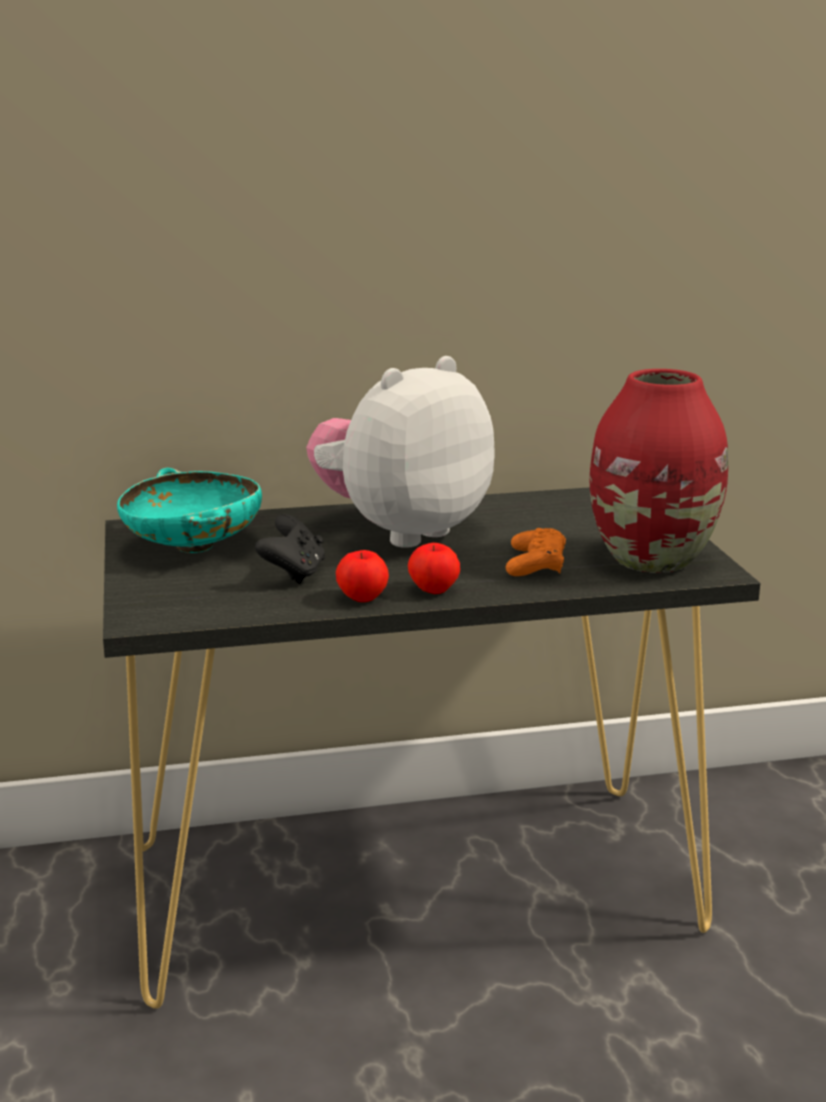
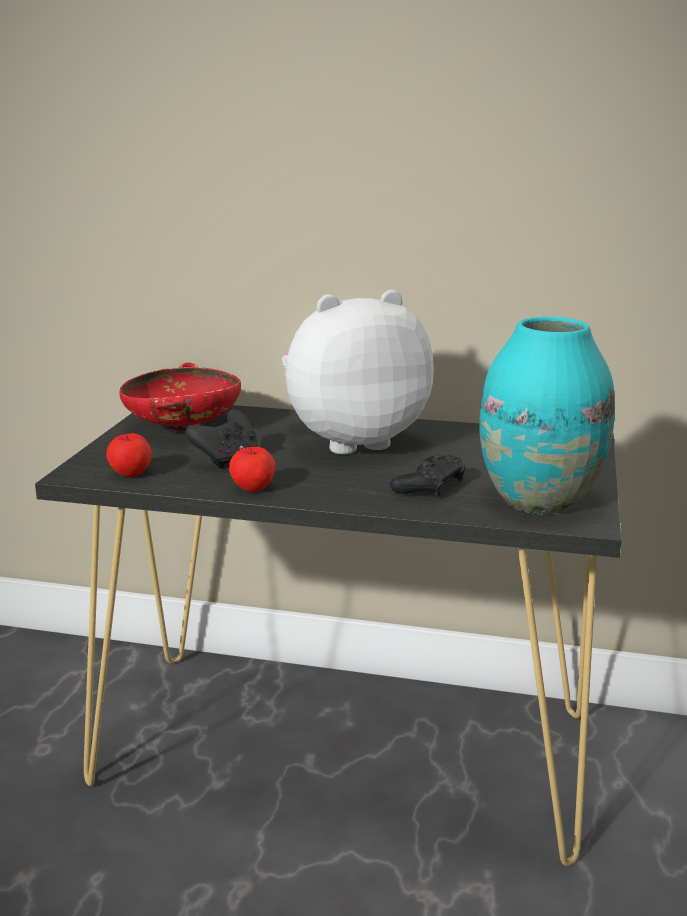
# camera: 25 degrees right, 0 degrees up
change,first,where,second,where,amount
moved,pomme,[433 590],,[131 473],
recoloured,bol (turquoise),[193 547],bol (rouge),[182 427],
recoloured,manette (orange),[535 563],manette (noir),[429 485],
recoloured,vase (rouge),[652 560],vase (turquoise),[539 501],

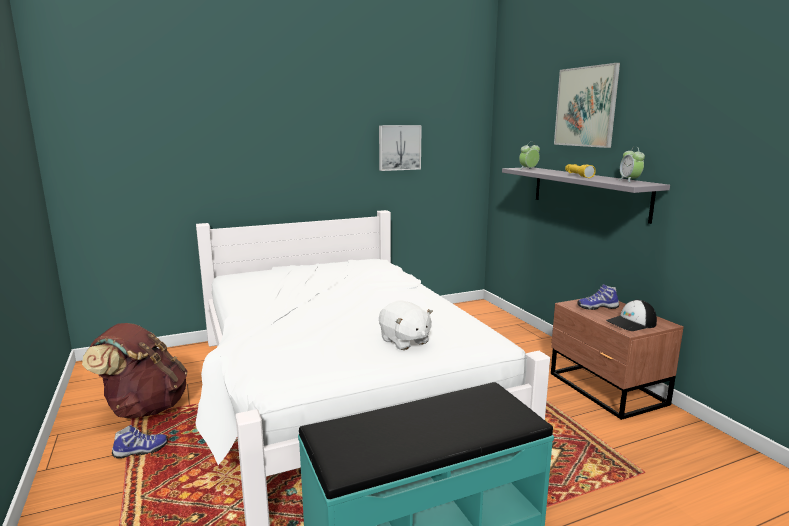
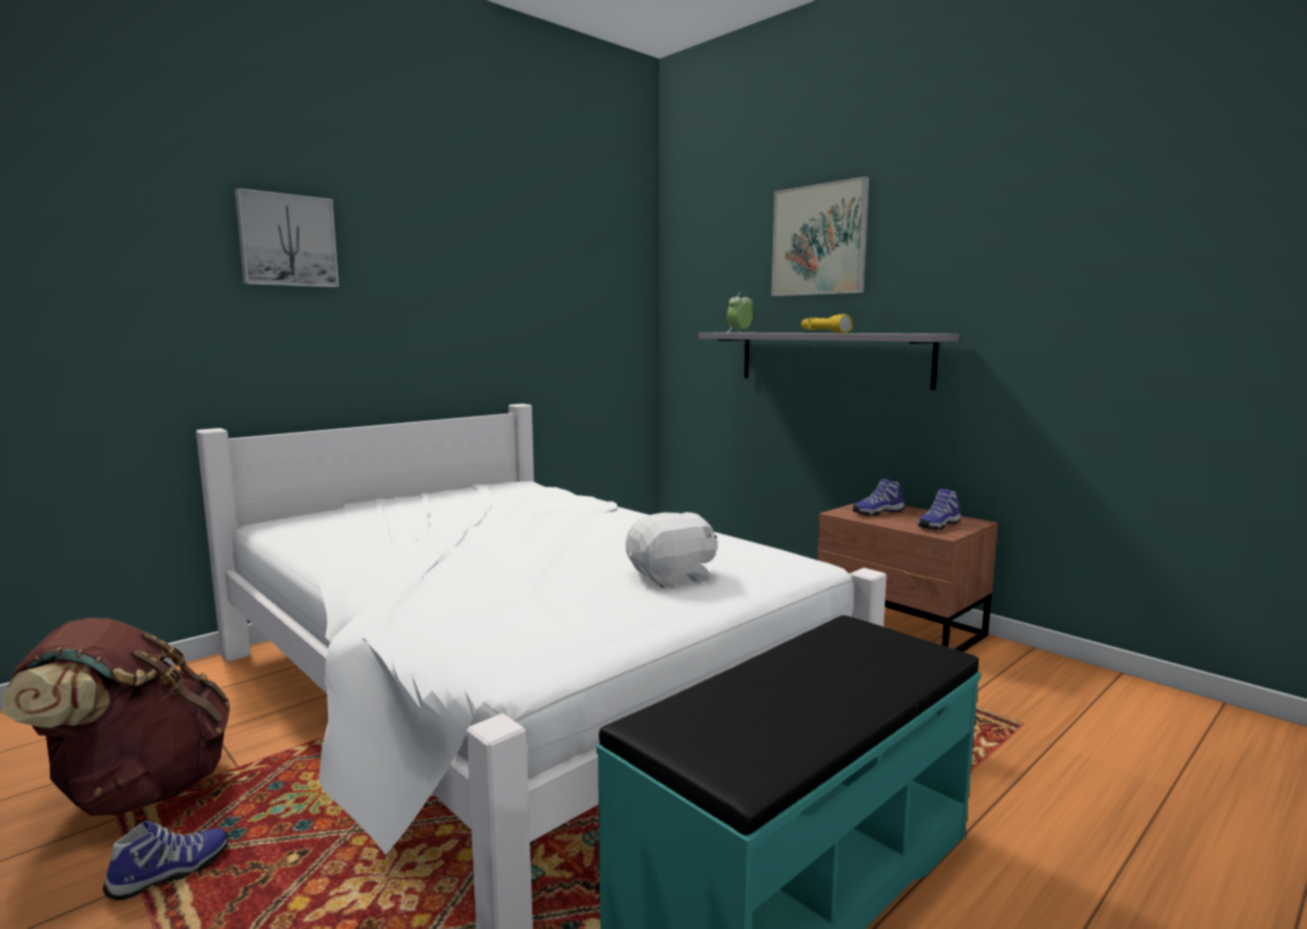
# camera: 20 degrees left, 5 degrees down
change,first,where,second,where,amount
removed,réveil,[629 181],,,
moved,tableau,[399 147],,[287 241],
replaced,casquette,[631 323],chaussure,[937 525],
turned,peluche (blanc),[404 341],,[672 577],60 degrees counterclockwise

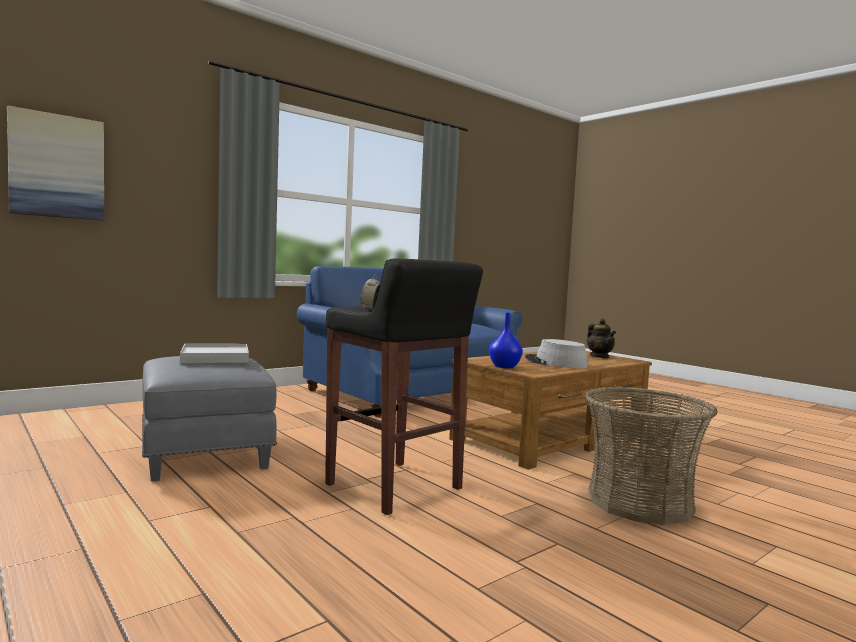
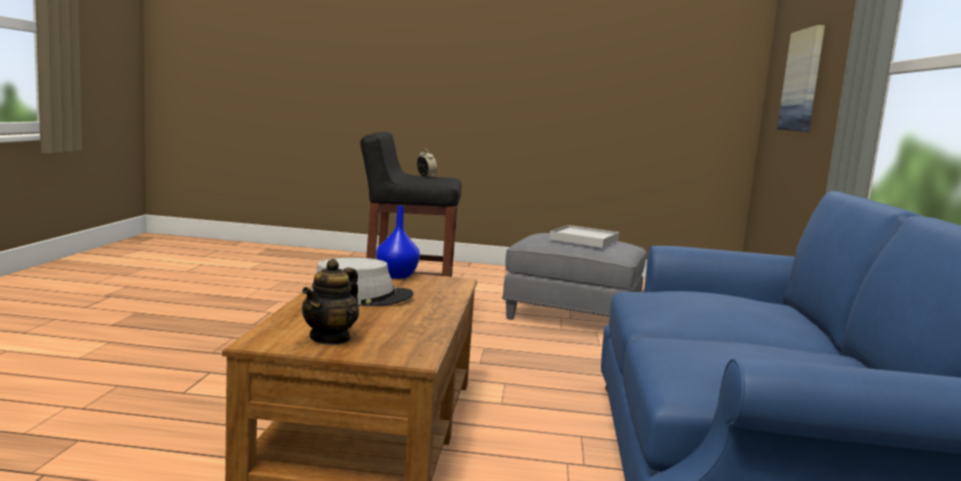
# camera: 135 degrees right, 5 degrees up
change,first,where,second,where,amount
removed,panier,[639 502],,,
turned,théière,[599 357],,[330 338],90 degrees counterclockwise

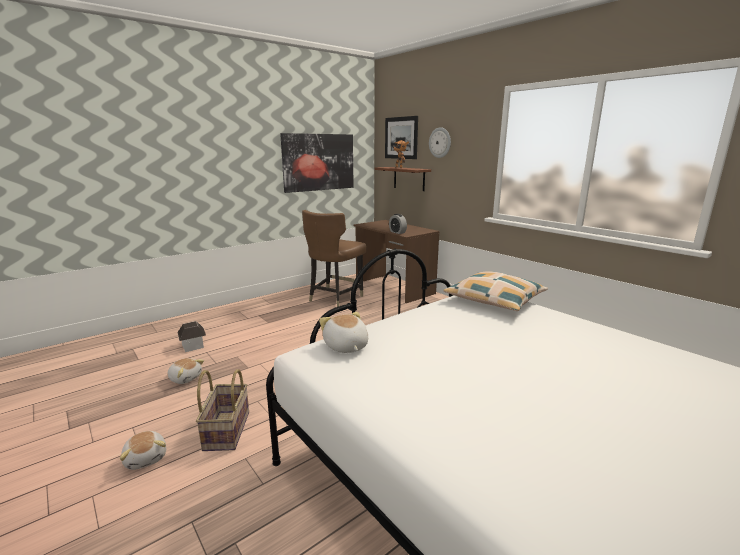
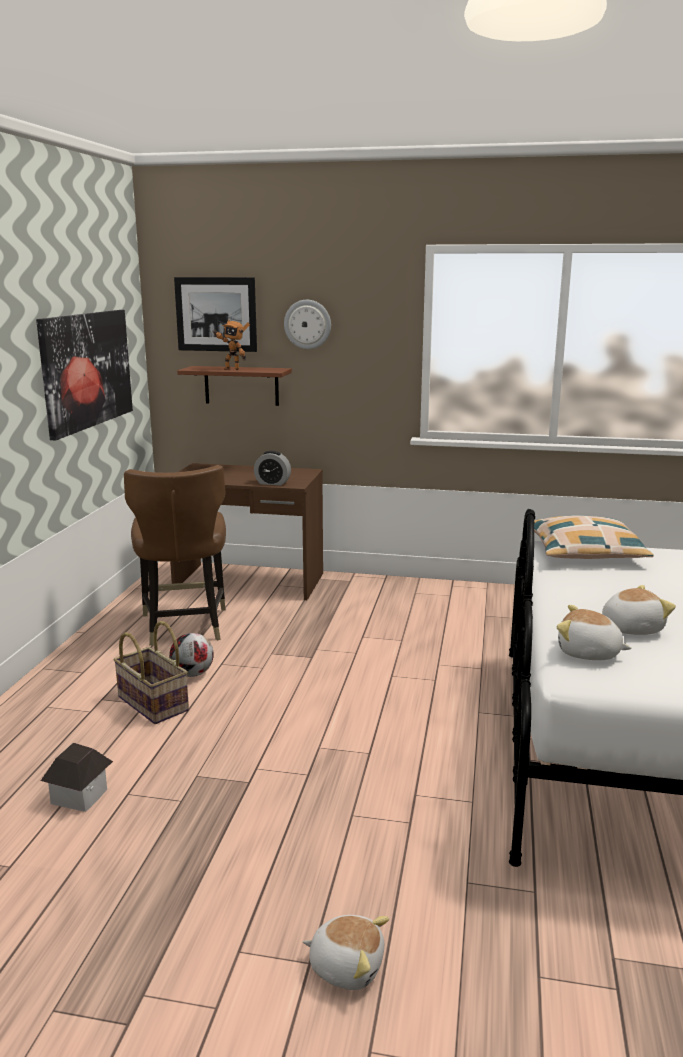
# camera: 40 degrees left, 0 degrees up
change,first,where,second,where,amount
added,,,ballon de foot,[192 674],
moved,peluche,[185 378],,[630 628],
moved,panier,[226 430],,[151 704],

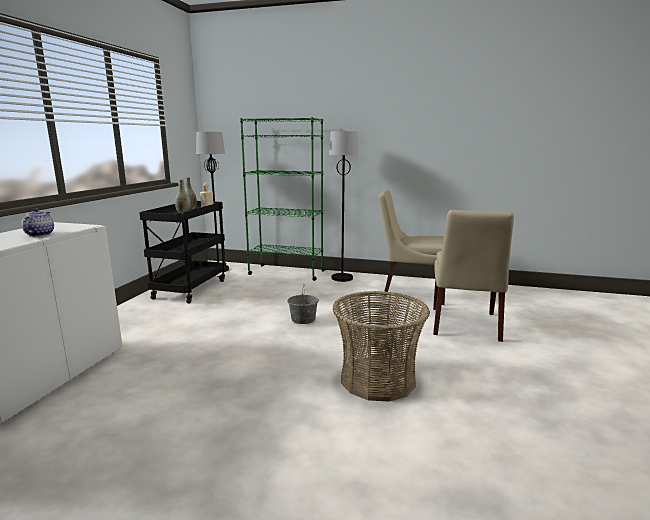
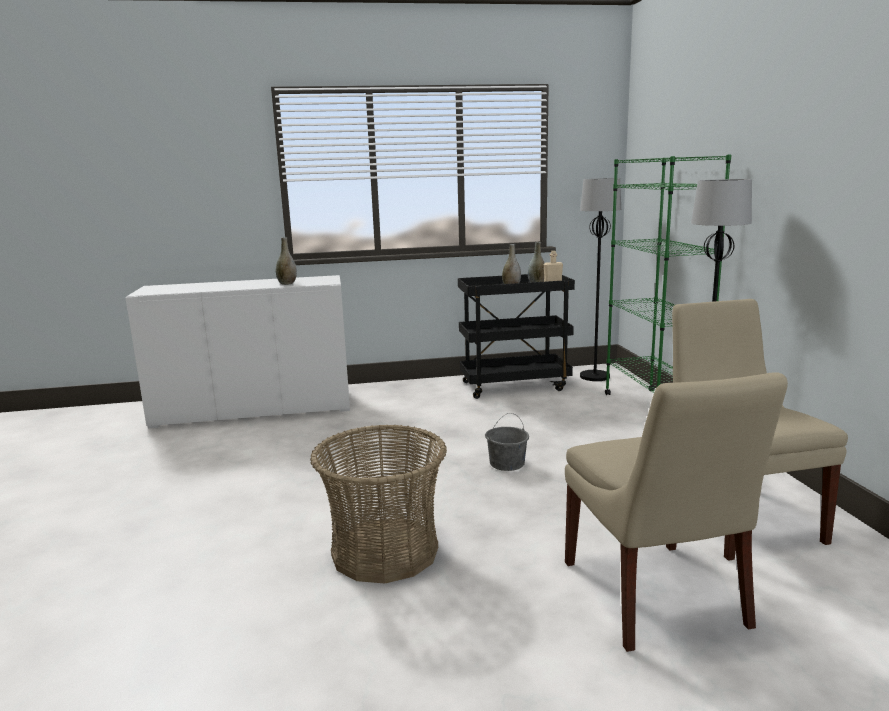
# camera: 65 degrees right, 0 degrees up
change,first,where,second,where,amount
replaced,théière,[39 234],vase (gris),[287 283],
turned,chaise (beige),[464 325],,[655 597],90 degrees counterclockwise

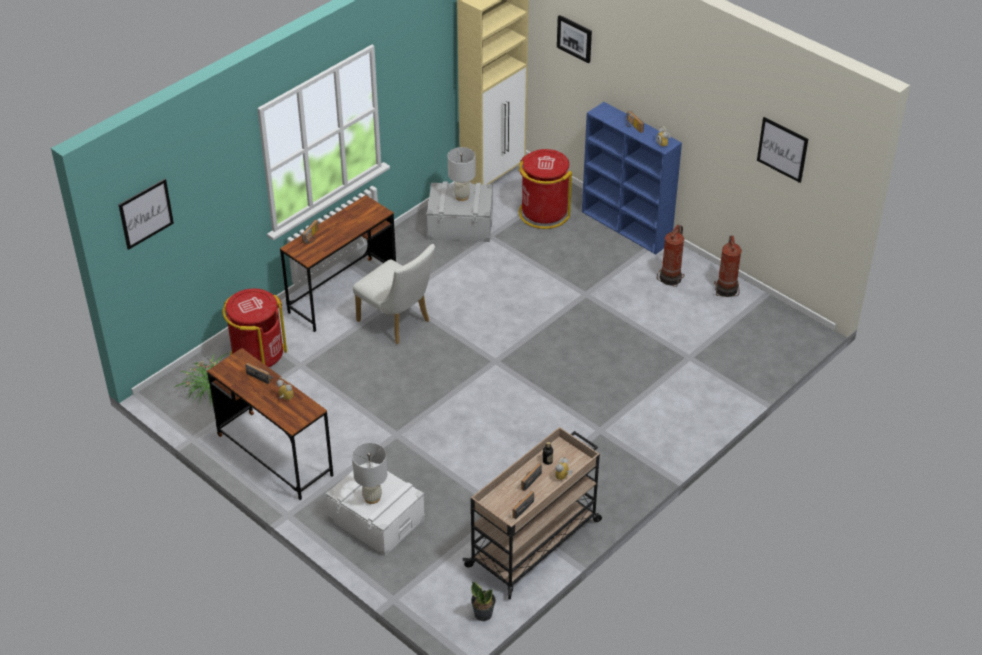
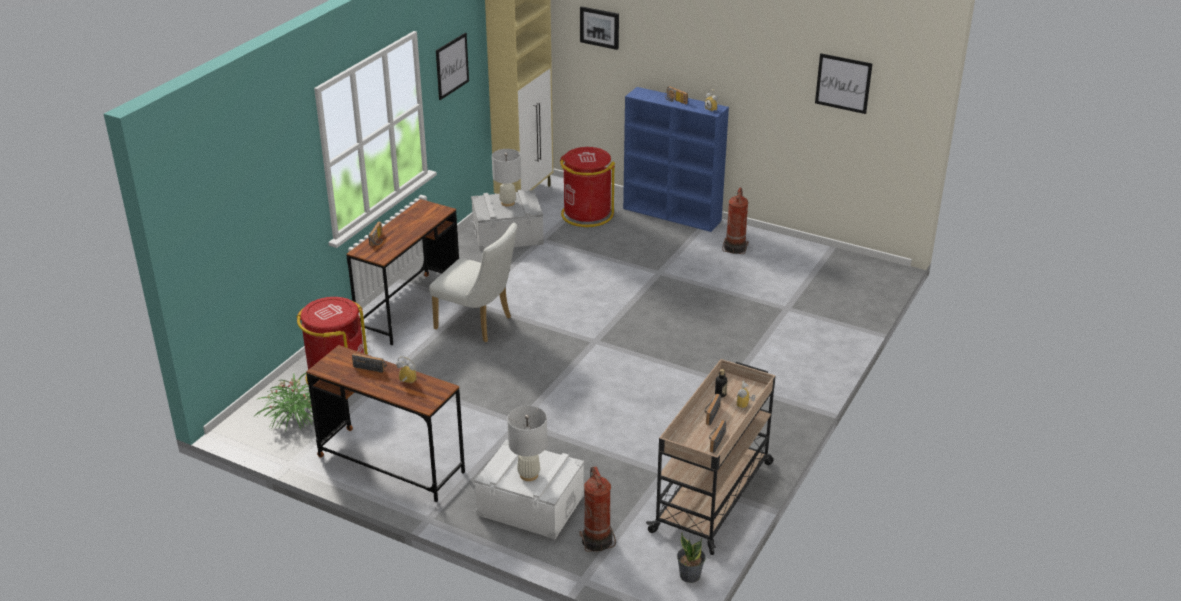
# camera: 15 degrees left, 10 degrees down
change,first,where,second,where,amount
moved,tableau,[146 213],,[452 66],
moved,extincteur,[726 289],,[597 540],

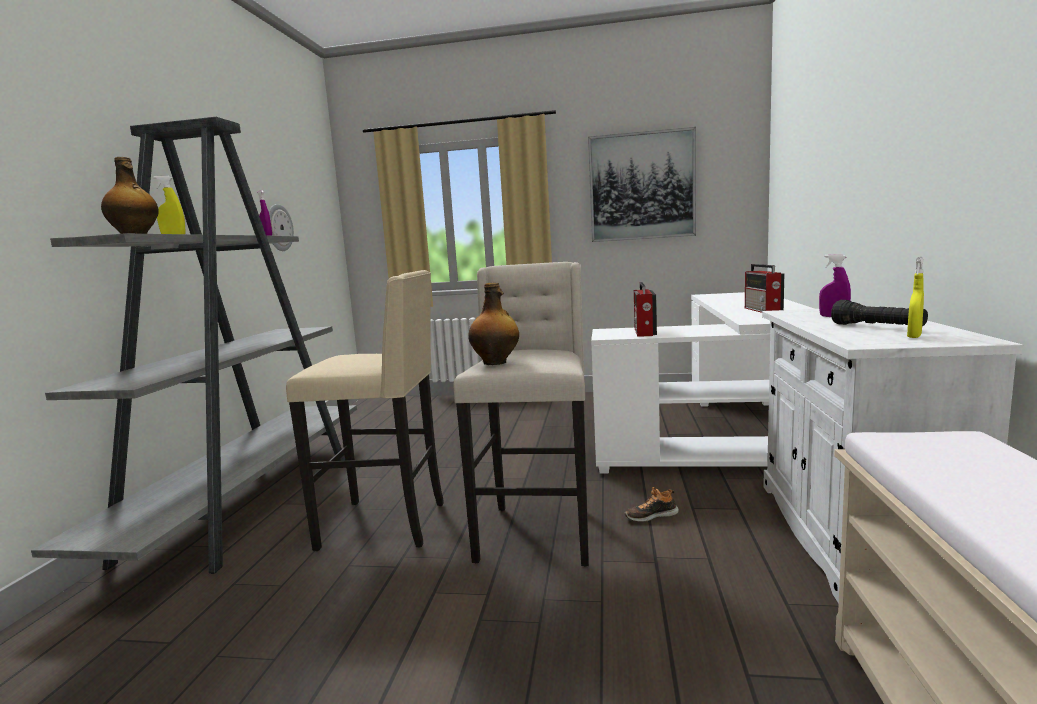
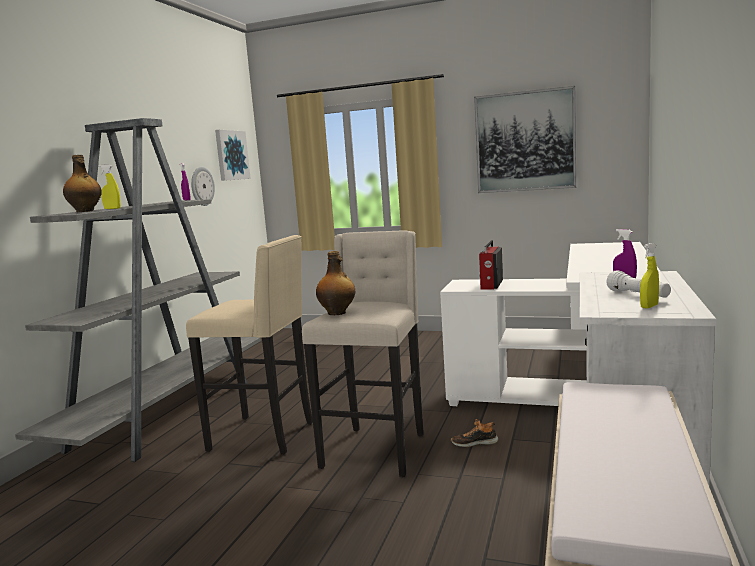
# camera: 10 degrees right, 0 degrees up
change,first,where,second,where,amount
removed,radio,[763 310],,,
added,,,tableau,[231 155],
recoloured,lampe de poche (noir),[877 327],lampe de poche (blanc),[638 295],

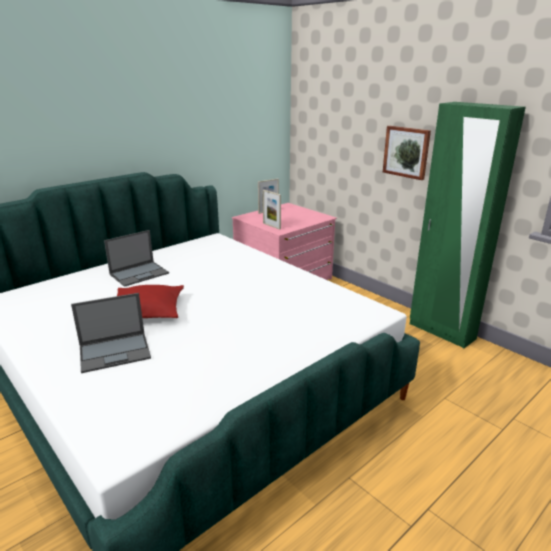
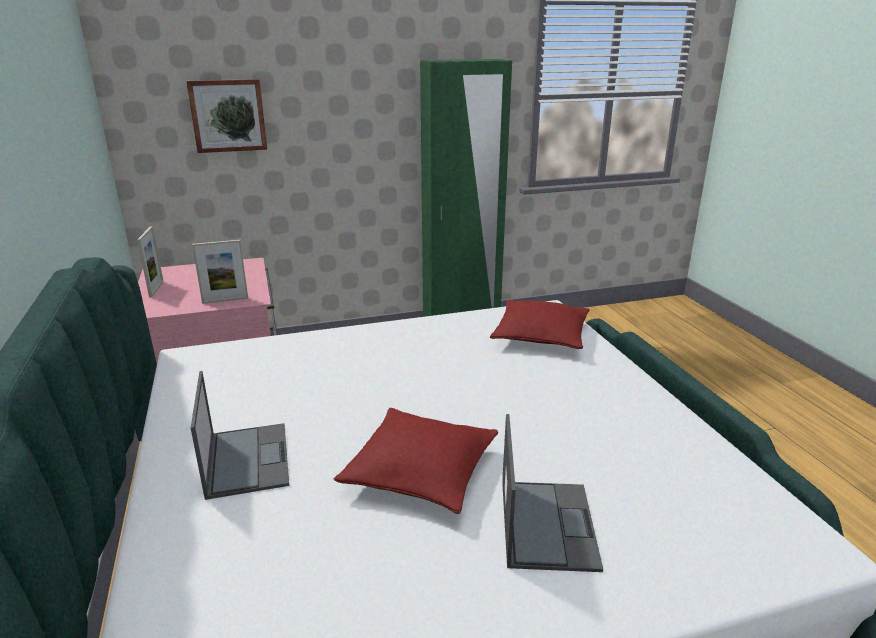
# camera: 65 degrees left, 0 degrees up
change,first,where,second,where,amount
added,,,coussin (rouge),[540 335],
moved,tableau,[406 152],,[228 115],

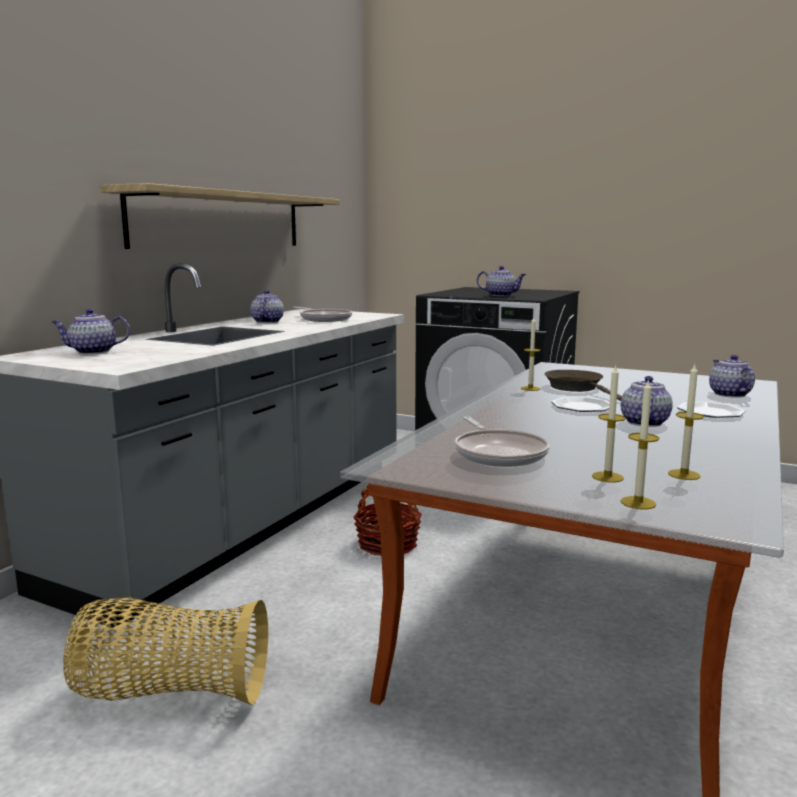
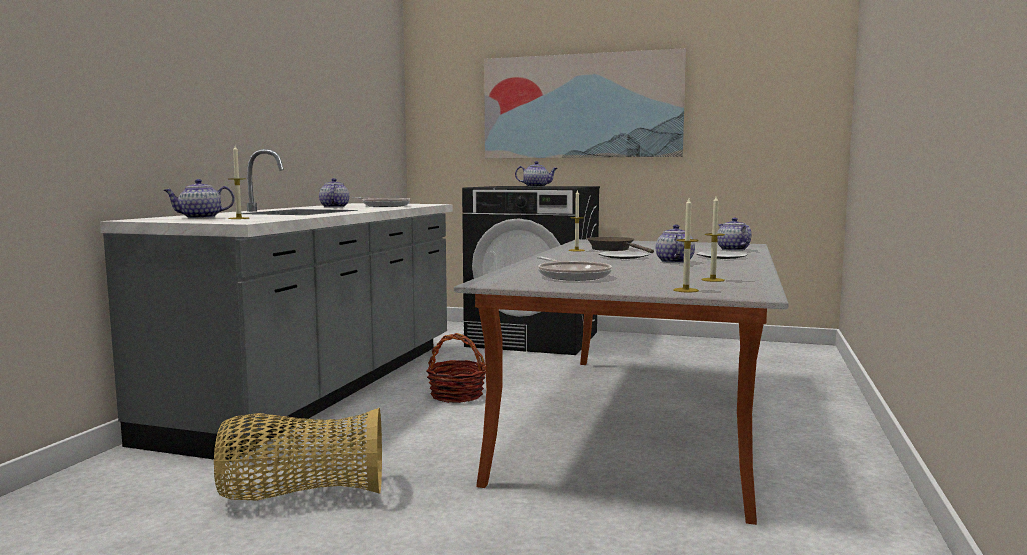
# camera: 10 degrees left, 5 degrees down
change,first,where,second,where,amount
removed,étagère,[221 220],,,
added,,,tableau,[581 106],
moved,bougie,[607 477],,[239 218],

